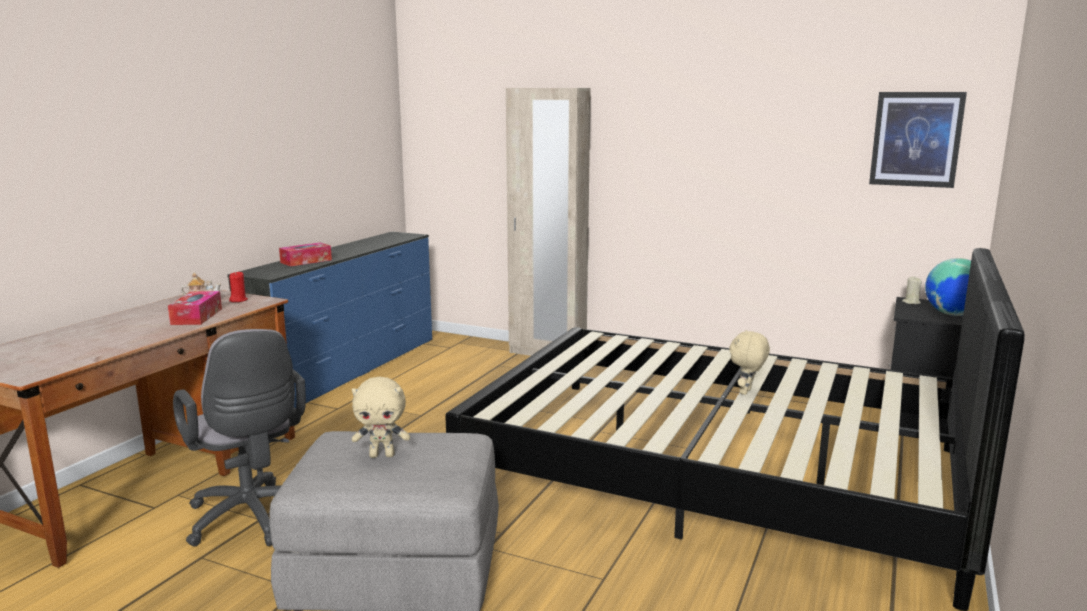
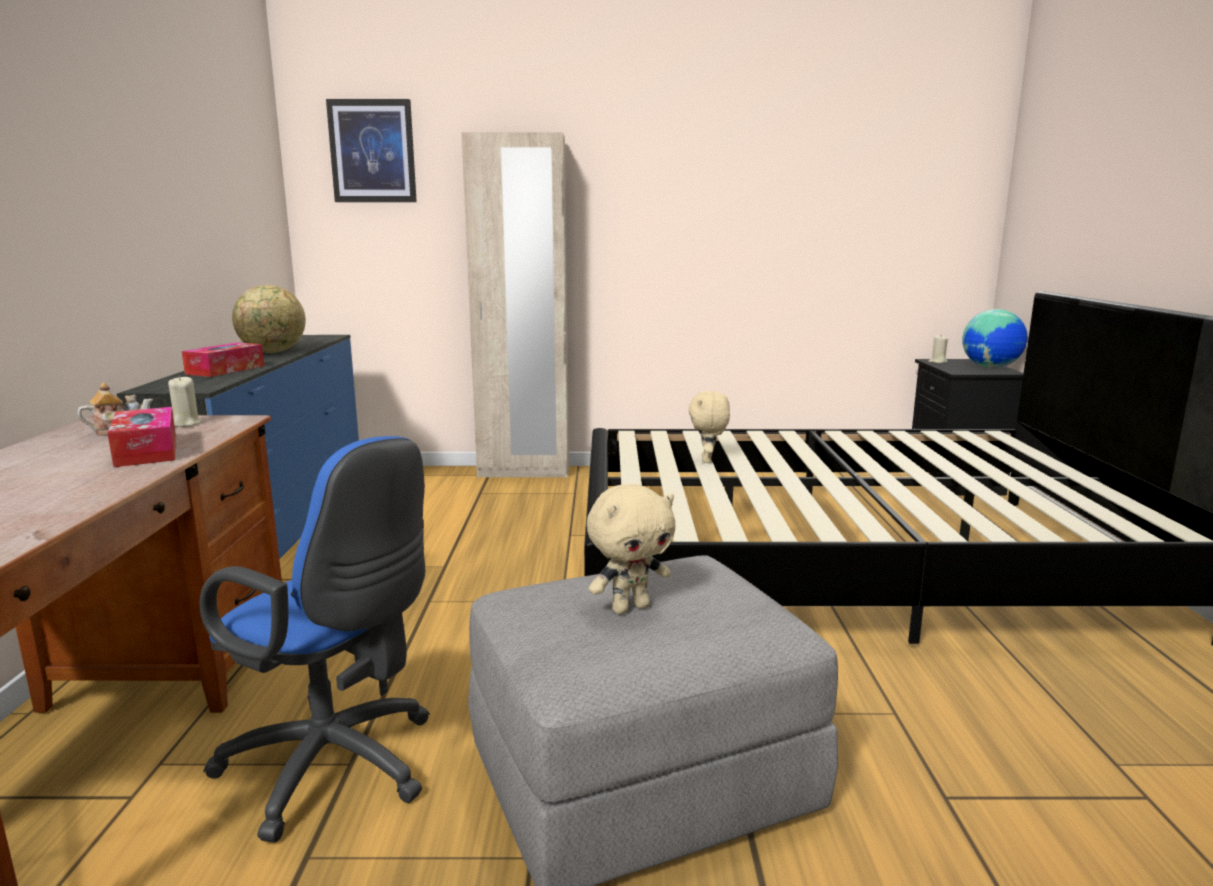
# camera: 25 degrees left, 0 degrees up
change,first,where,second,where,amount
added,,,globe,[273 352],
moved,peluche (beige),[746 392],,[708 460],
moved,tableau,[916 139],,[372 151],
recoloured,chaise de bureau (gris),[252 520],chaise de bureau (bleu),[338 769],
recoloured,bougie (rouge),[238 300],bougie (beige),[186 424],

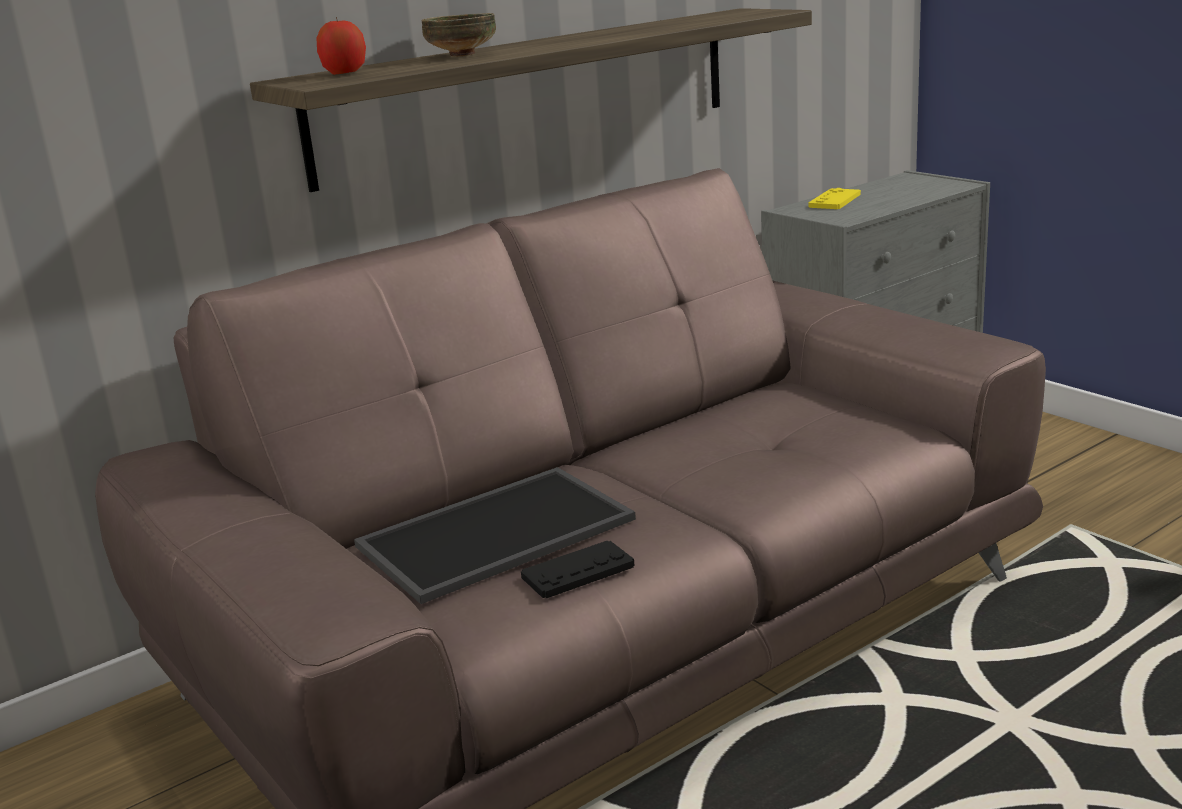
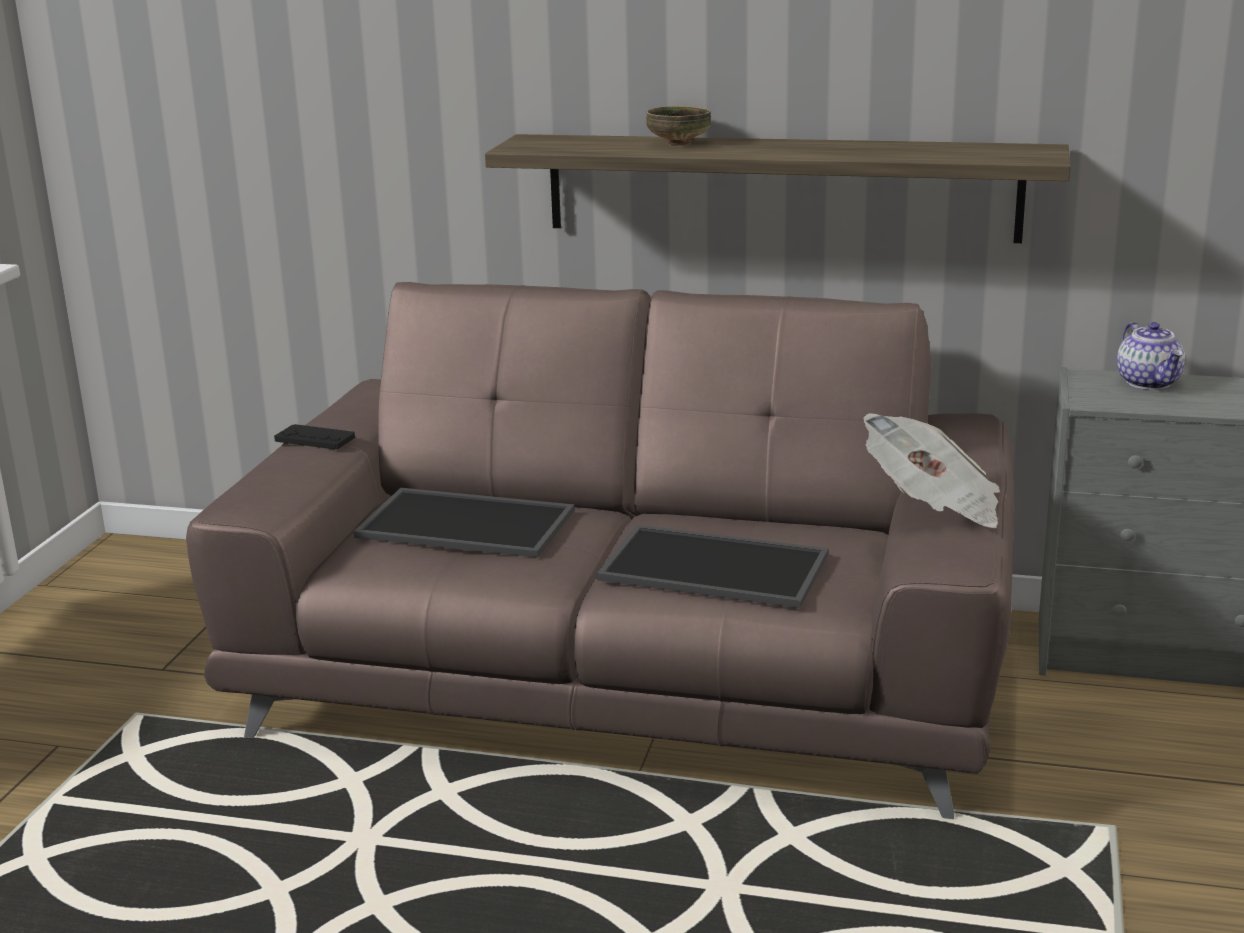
# camera: 50 degrees right, 0 degrees up
change,first,where,second,where,amount
removed,pomme,[344 73],,,
added,,,plateau,[710 568],
added,,,journal,[933 506],
moved,manette (noir),[578 571],,[315 439],
replaced,manette (jaune),[834 200],théière,[1149 383],

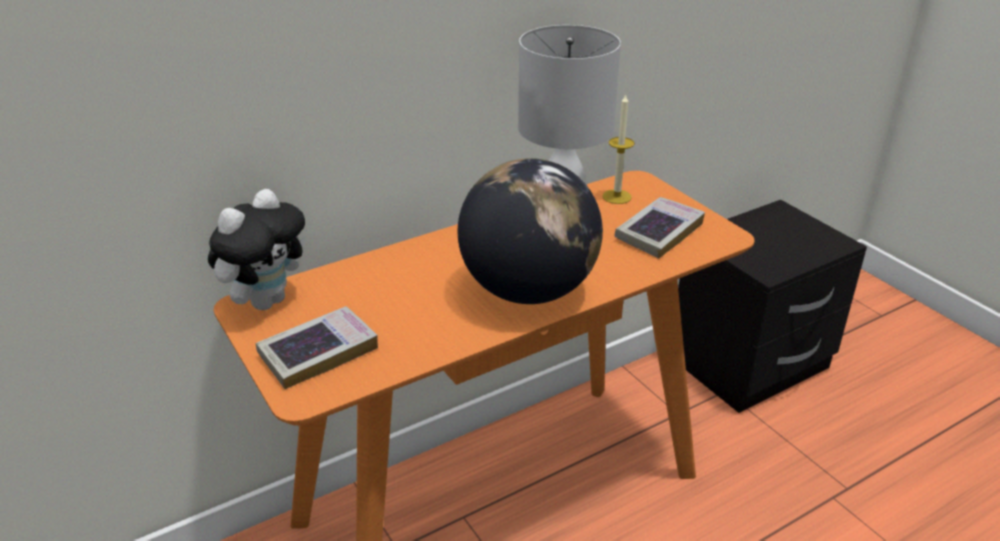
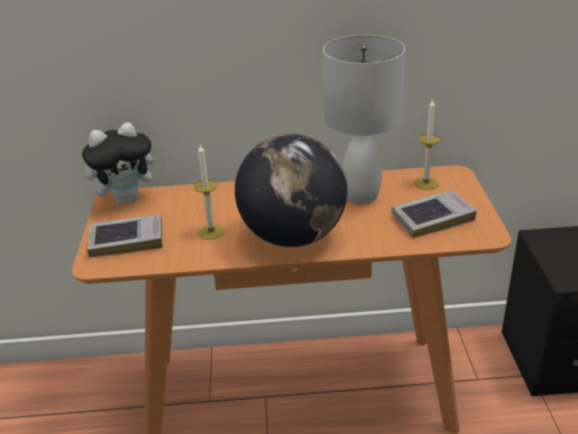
# camera: 30 degrees right, 0 degrees up
change,first,where,second,where,amount
added,,,bougie,[211 231],

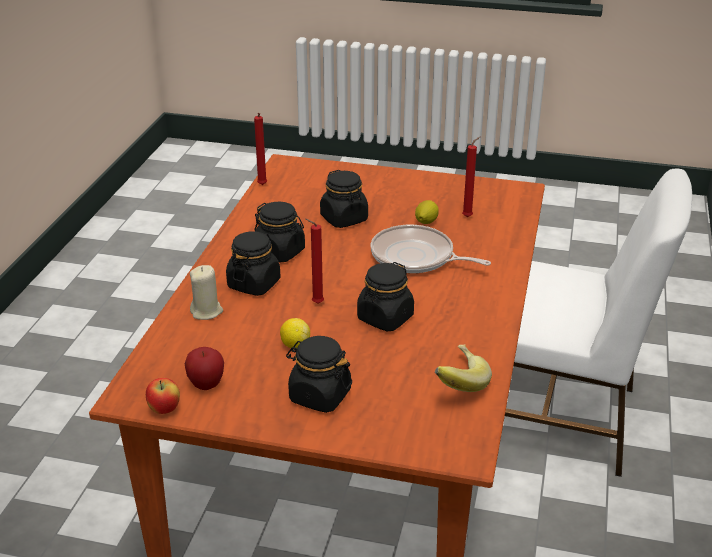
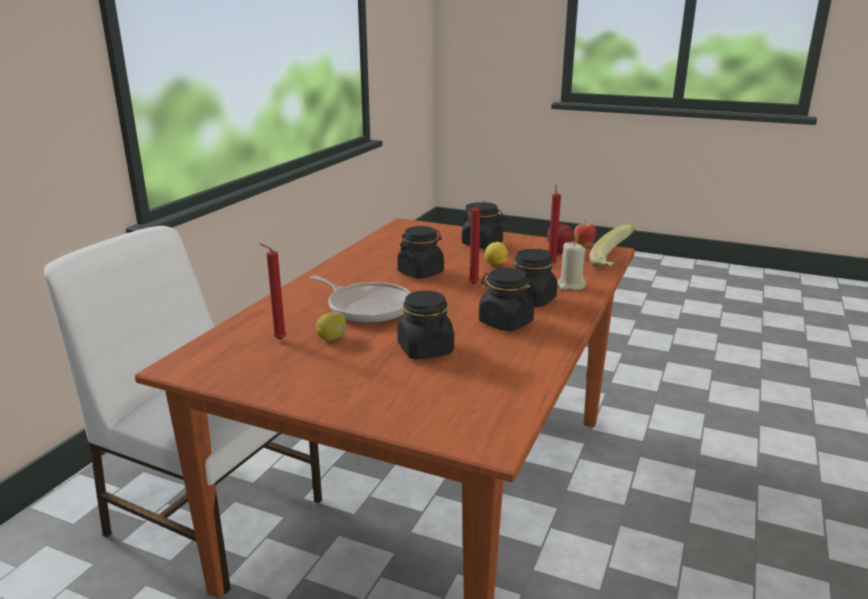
# camera: 170 degrees left, 10 degrees down
change,first,where,second,where,amount
moved,bougie (rouge),[262 185],,[551 264],
moved,banane,[457 383],,[613 263],

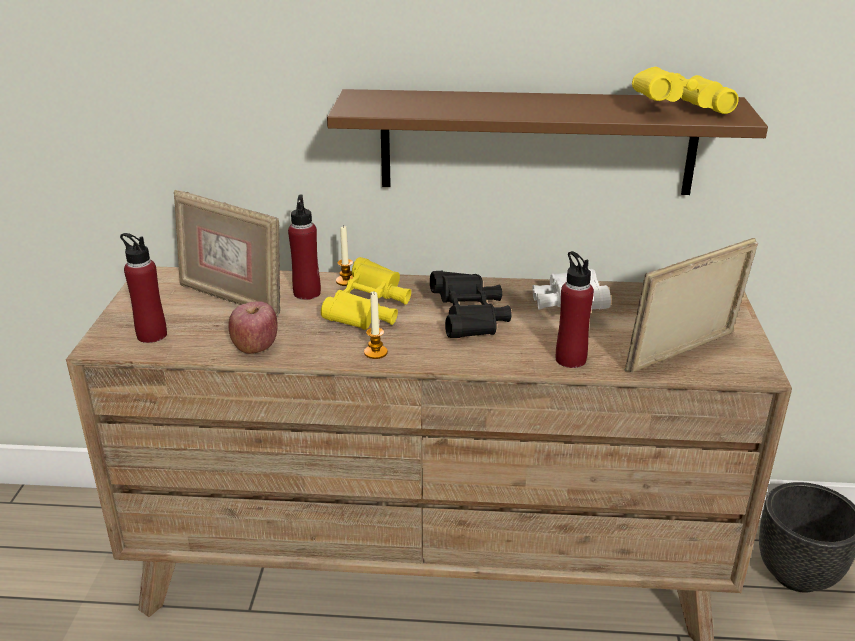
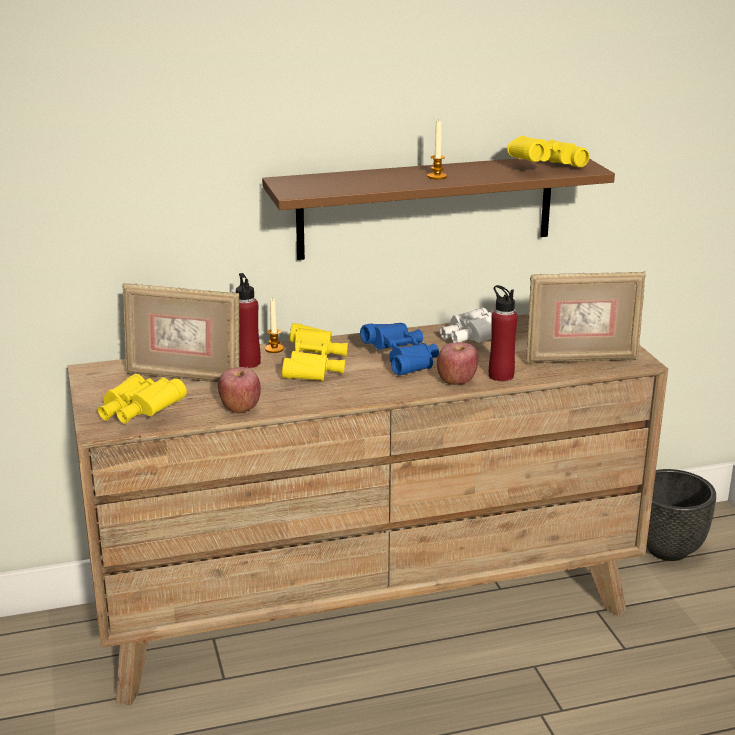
# camera: 20 degrees left, 5 degrees down
change,first,where,second,where,amount
added,,,pomme,[456 380],
moved,bougie,[375 352],,[437 176],
replaced,bouteille (rouge),[152 335],jumelles (jaune),[139 414],
recoloured,jumelles (noir),[470 319],jumelles (bleu),[402 361],
turned,cadre photo,[683 354],,[580 359],135 degrees counterclockwise

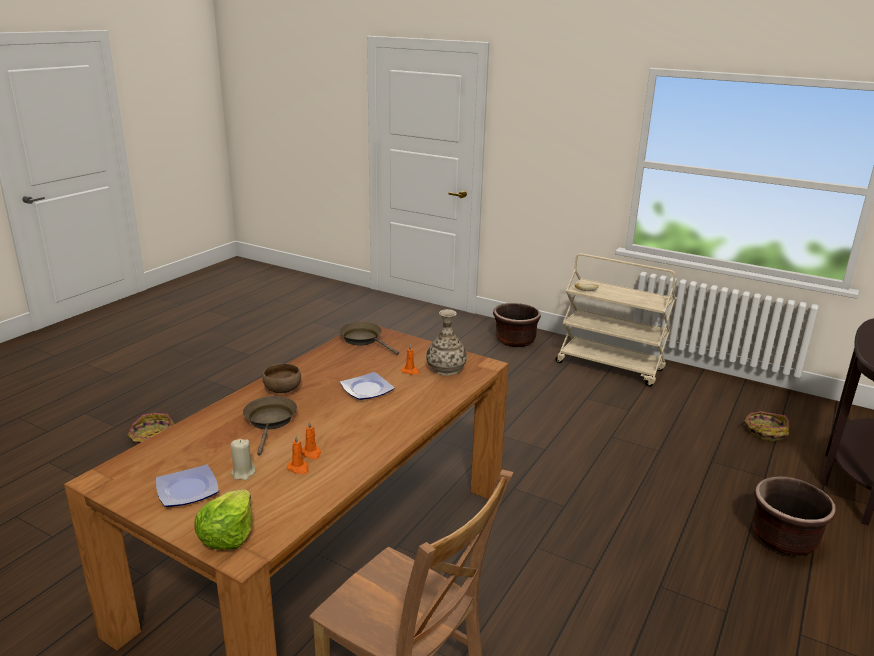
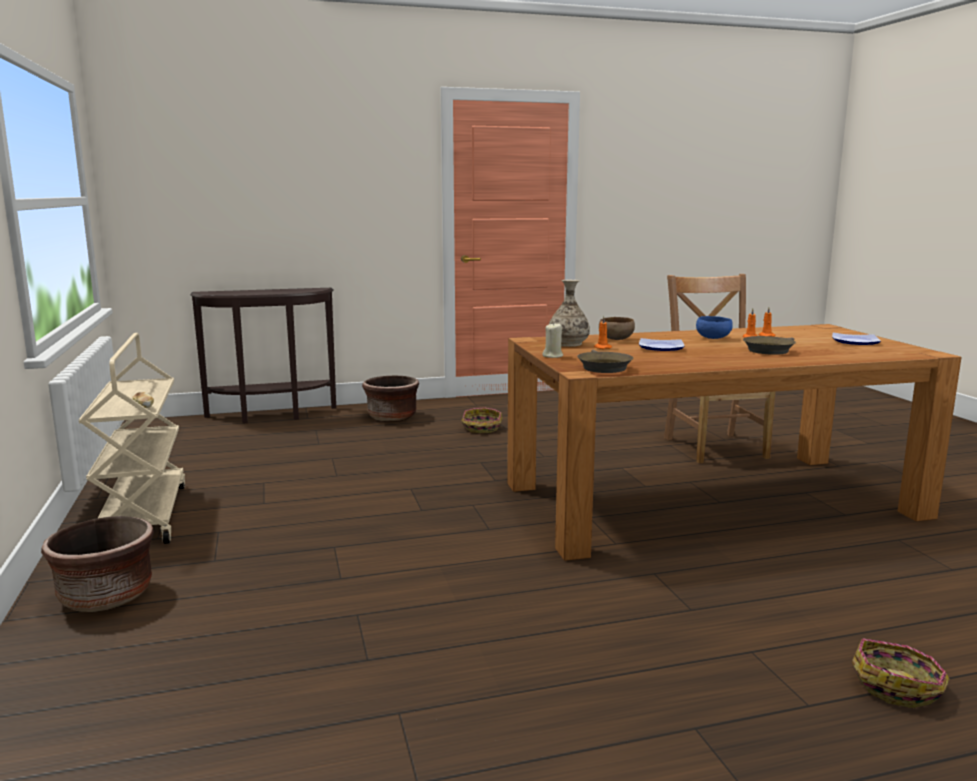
# camera: 135 degrees left, 10 degrees down
change,first,where,second,where,amount
removed,laitue,[227 535],,,
added,,,bol (bleu),[714 338],
moved,bougie (beige),[243 473],,[553 356],
moved,bol (marron),[282 389],,[615 339],
moved,panier,[764 432],,[482 428],

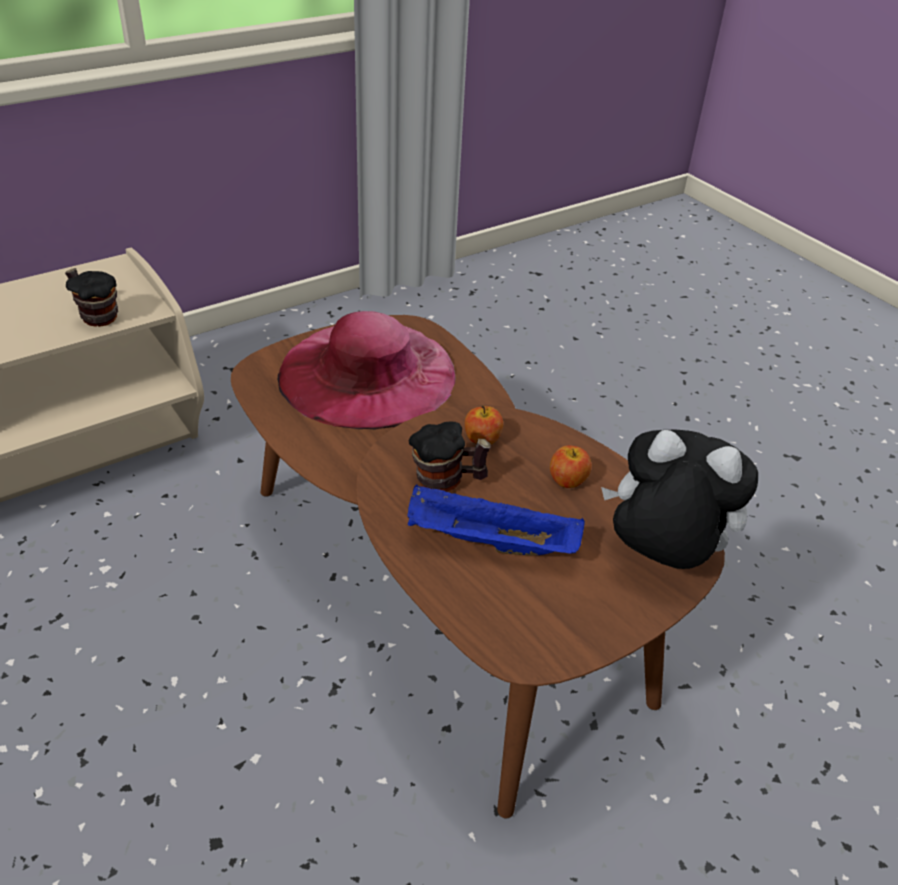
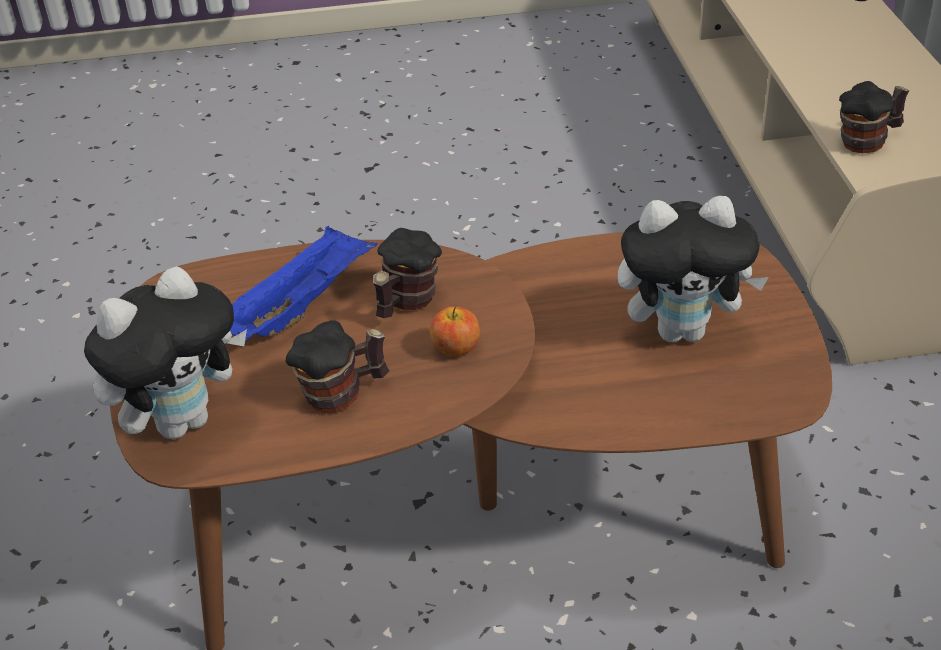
# camera: 120 degrees right, 0 degrees up
change,first,where,second,where,amount
replaced,chapeau (rose),[367 373],peluche,[683 330],
replaced,pomme,[568 480],mug,[342 394],

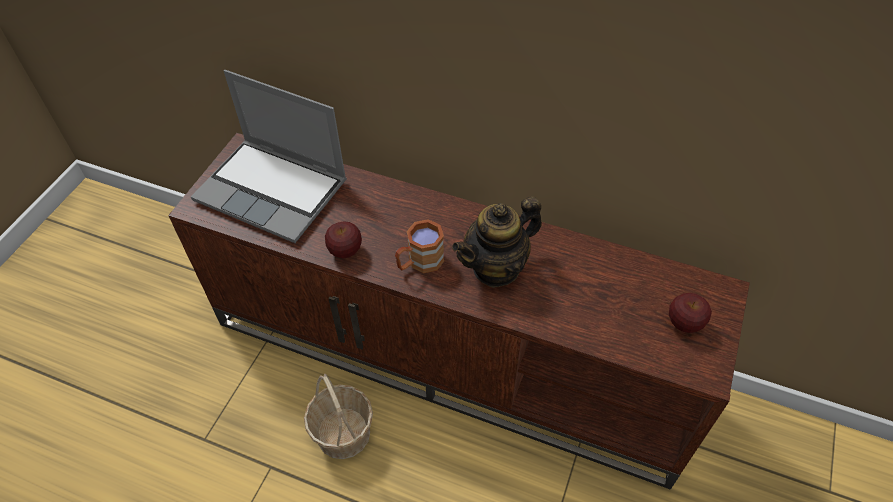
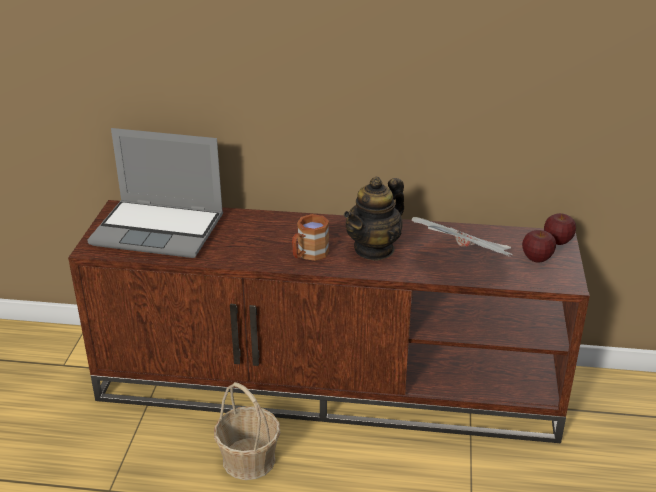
# camera: 15 degrees left, 20 degrees down
change,first,where,second,where,amount
added,,,journal,[465 261],
moved,pomme,[345 251],,[558 241],

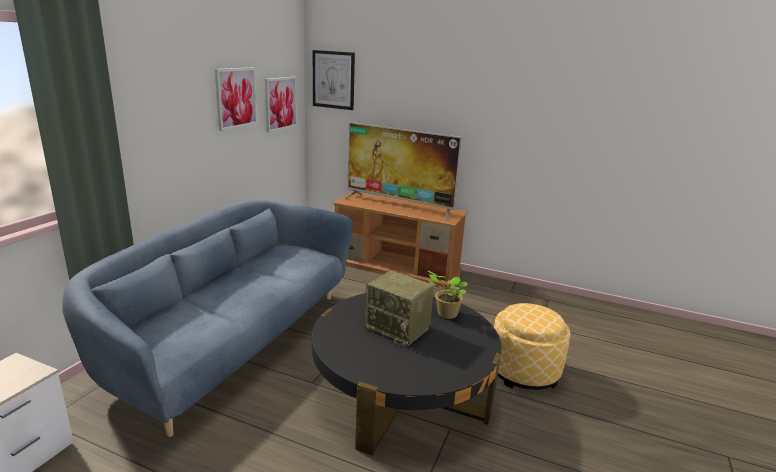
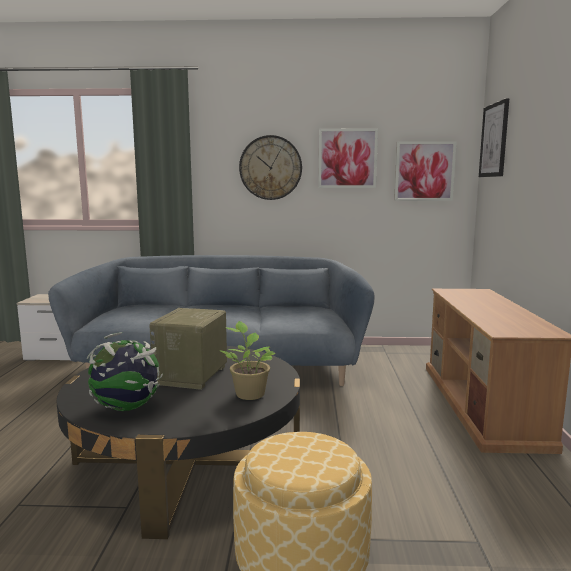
# camera: 70 degrees right, 10 degrees down
change,first,where,second,where,amount
removed,téléviseur,[399 205],,,
added,,,globe,[127 408],
added,,,horloge murale,[270 168],

